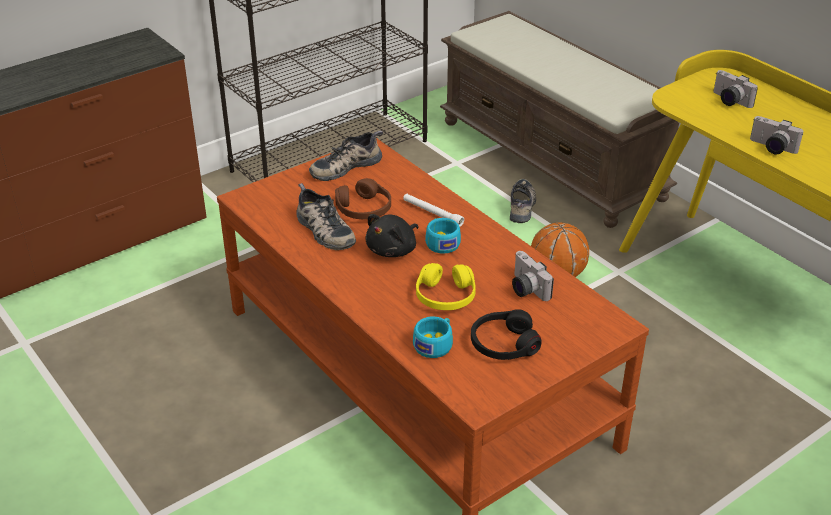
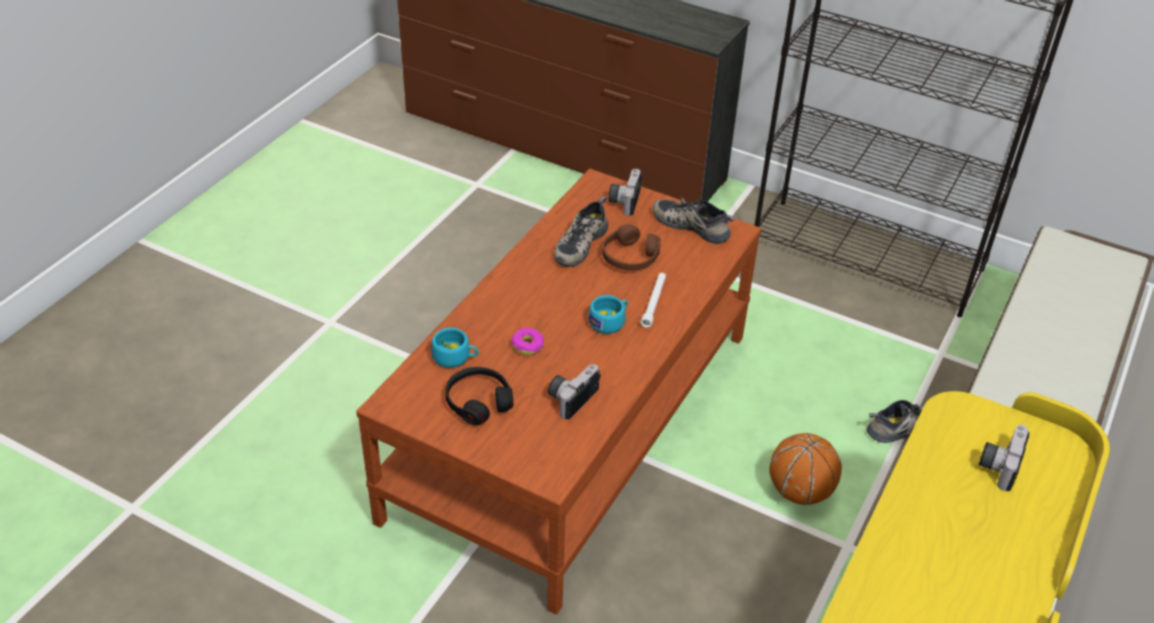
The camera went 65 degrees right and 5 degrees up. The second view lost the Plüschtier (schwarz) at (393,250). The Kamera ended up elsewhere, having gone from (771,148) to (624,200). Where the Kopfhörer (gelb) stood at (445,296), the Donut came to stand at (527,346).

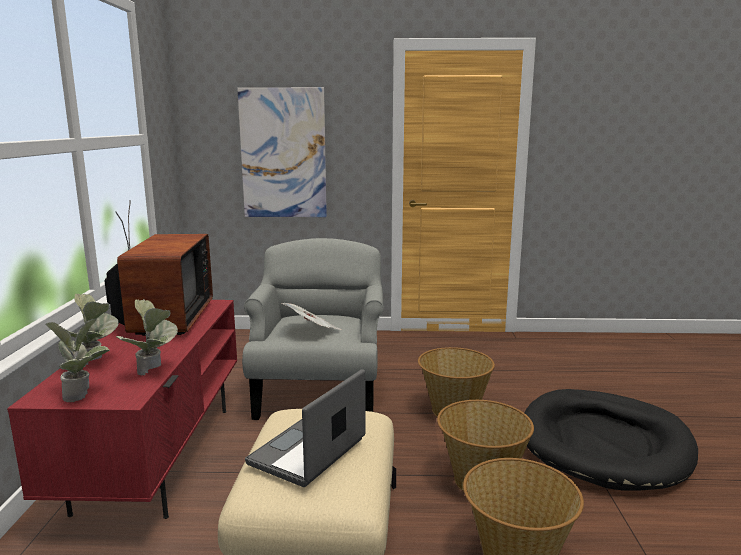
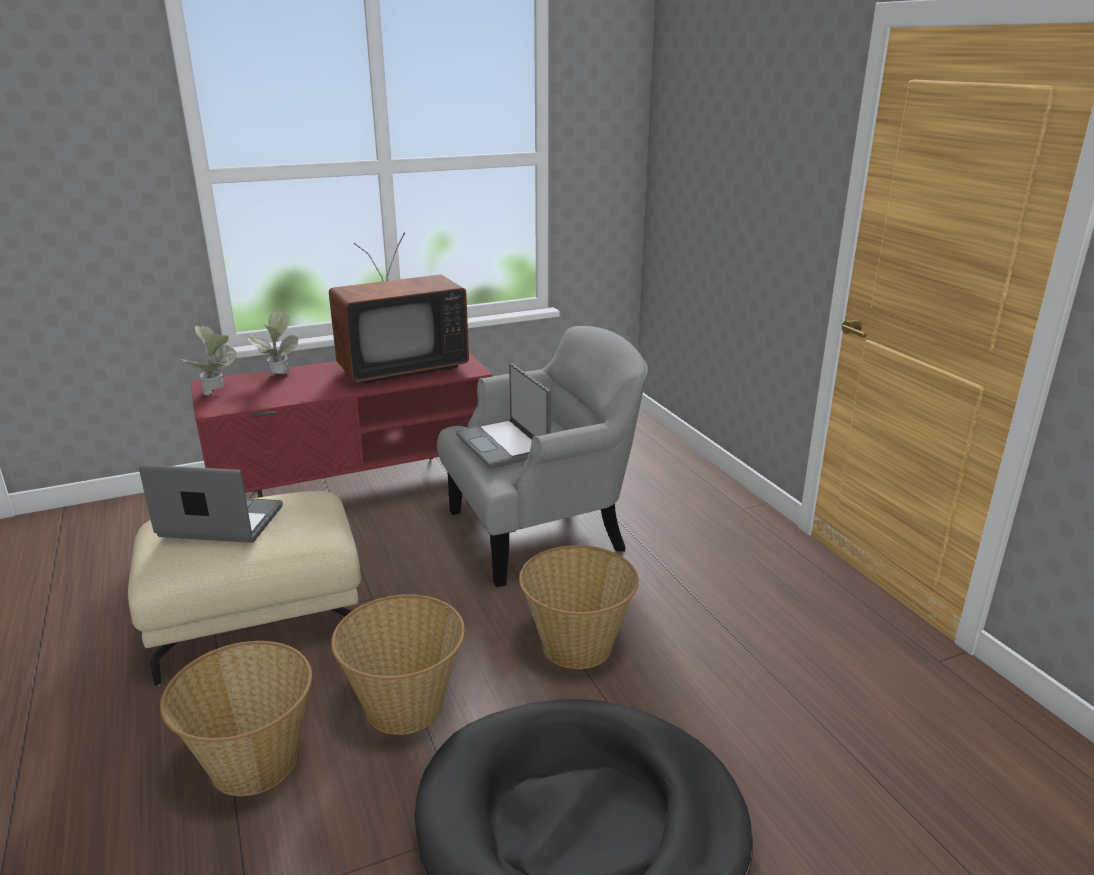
The camera went 65 degrees right and 10 degrees up. The second view lost the Topfpflanze at (154,373). The second view lost the Bild at (283,154). Where the Zeitung stood at (312,331), the Laptop came to stand at (504,445).

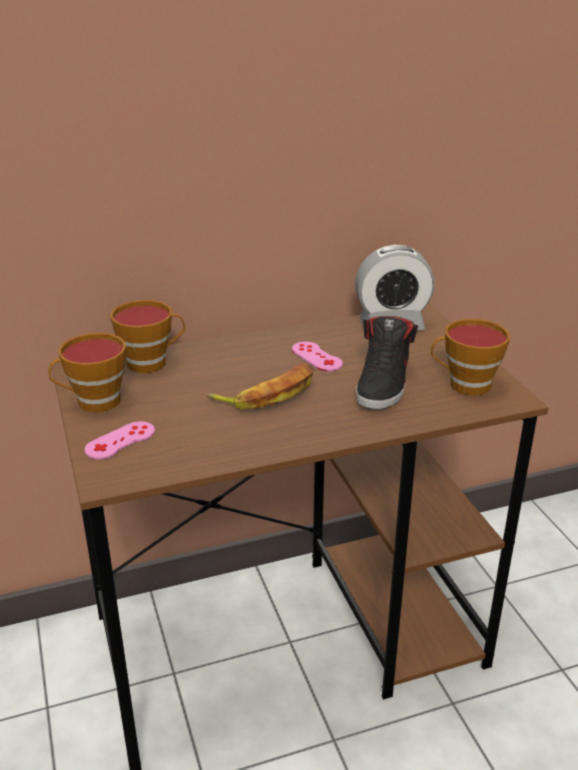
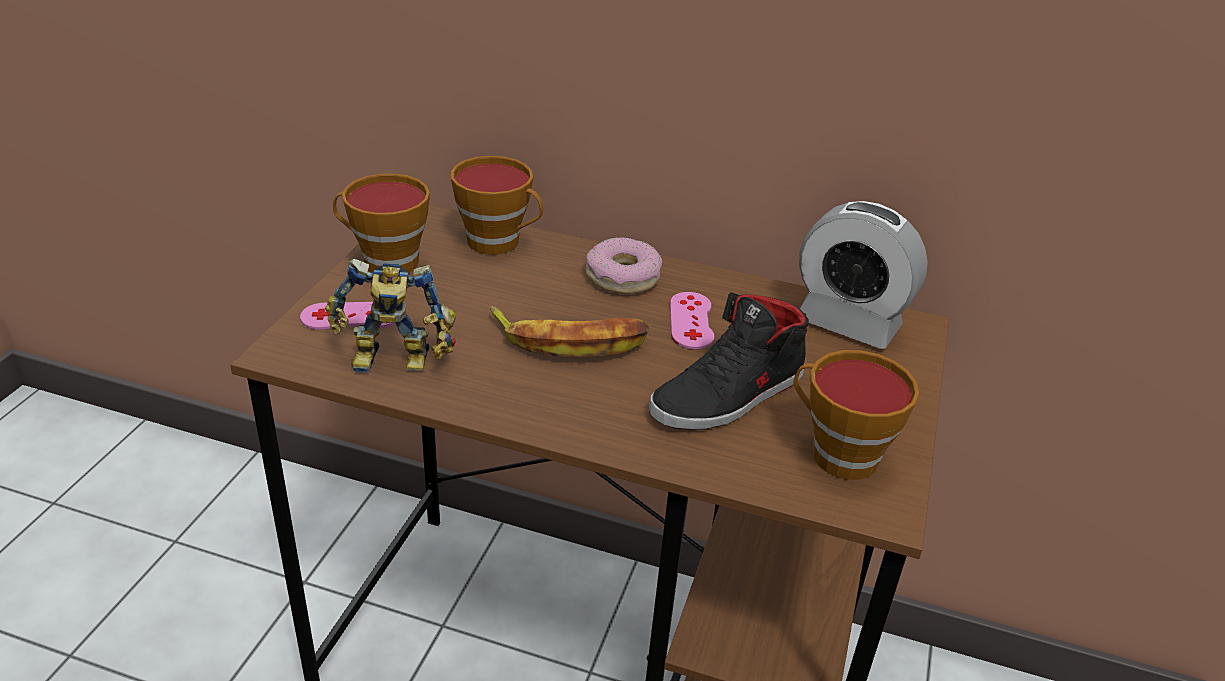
The camera went 35 degrees right and 5 degrees up. The second view gained the Spielzeugroboter at (393,363). The second view gained the Donut at (622,277).

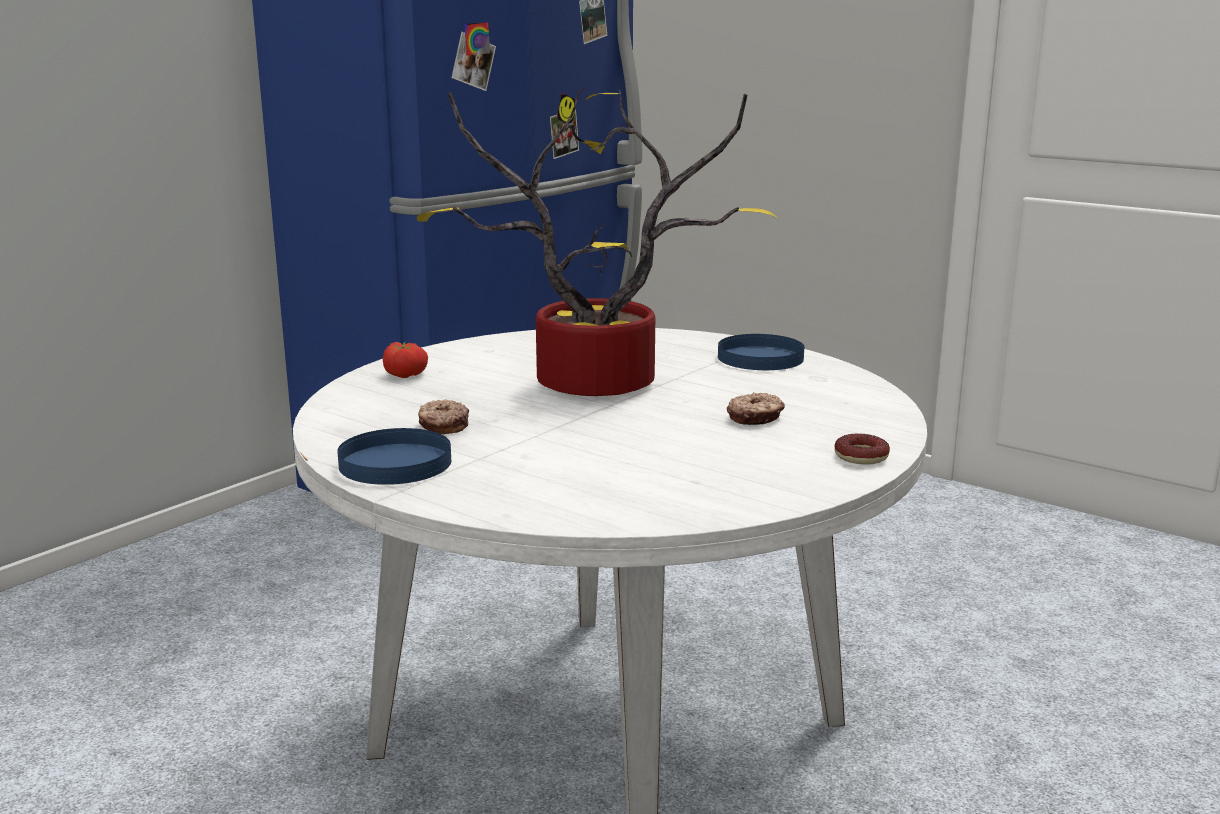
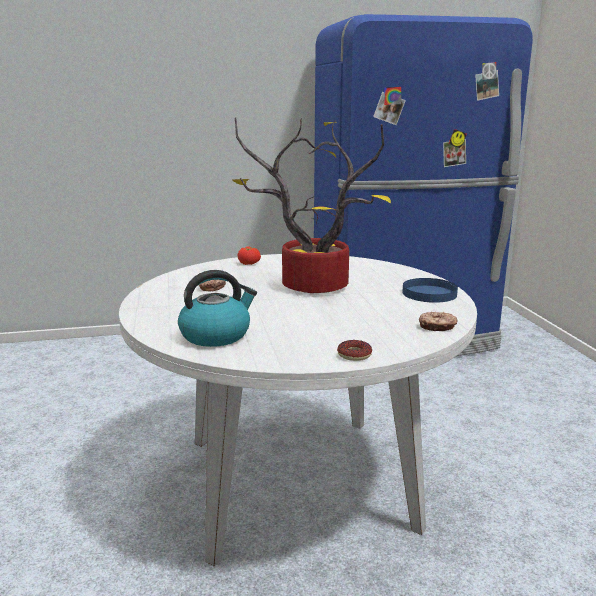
The camera went 40 degrees right and 0 degrees up. The second view lost the Teller (blau) at (396,463). The second view gained the Wasserkessel at (216,335). The Donut ended up elsewhere, having gone from (756,418) to (437,327).

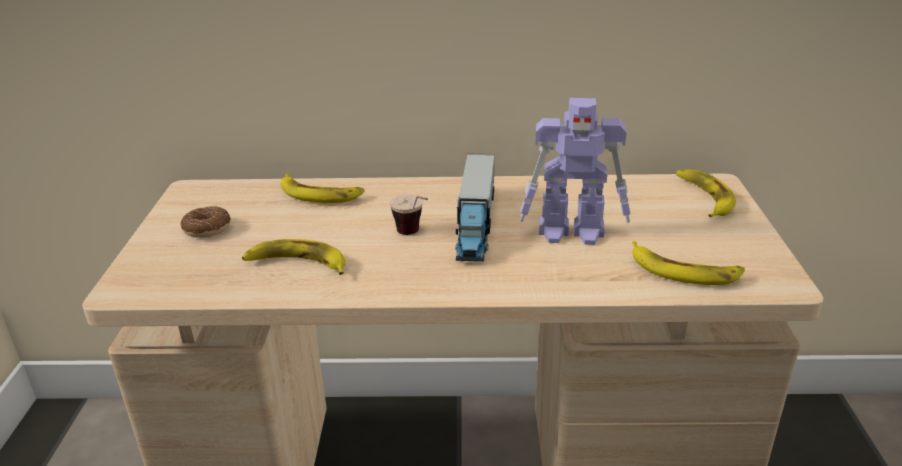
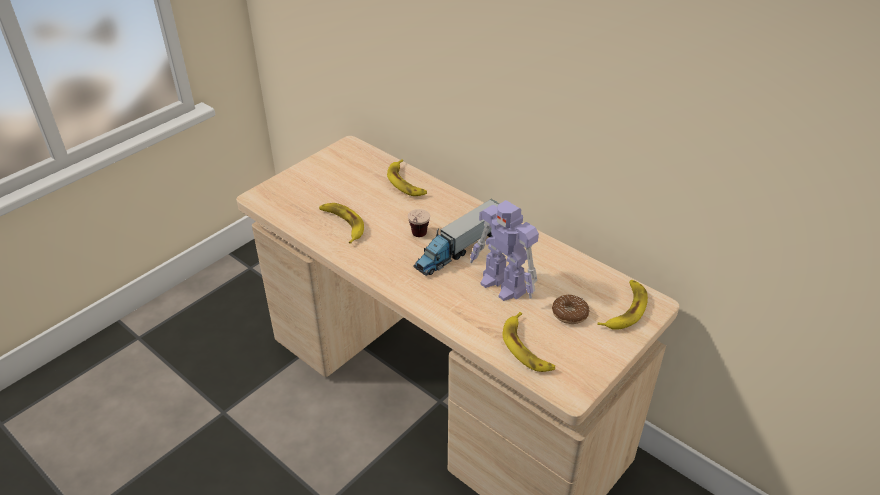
The camera went 40 degrees right and 10 degrees up. The Donut ended up elsewhere, having gone from (207,229) to (570,314).

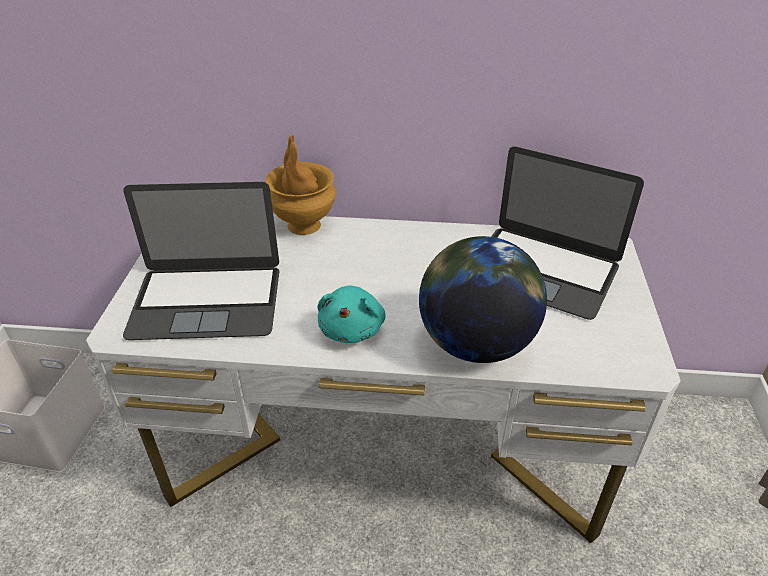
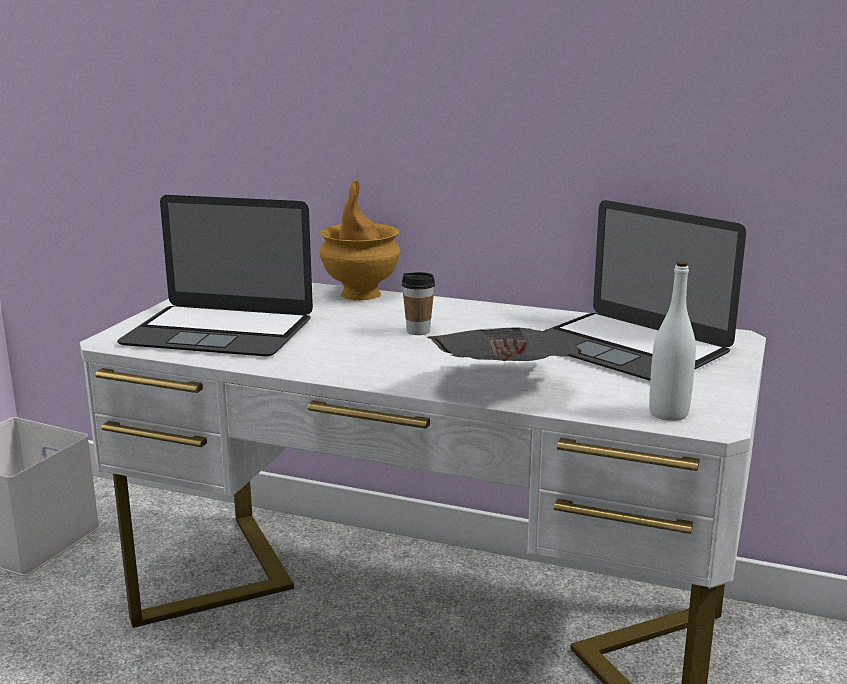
The camera went 15 degrees right and 20 degrees down. The second view lost the Plüschtier (türkis) at (352,329). The second view gained the Tasse at (418,331). The second view gained the Flasche (weiß) at (668,414). Where the Globus stood at (475,343), the Zeitung came to stand at (504,386).

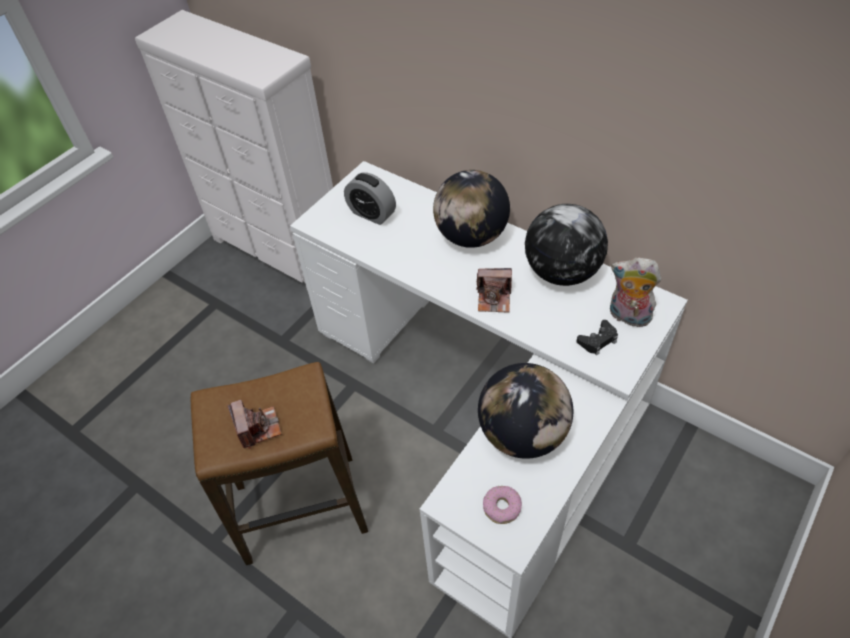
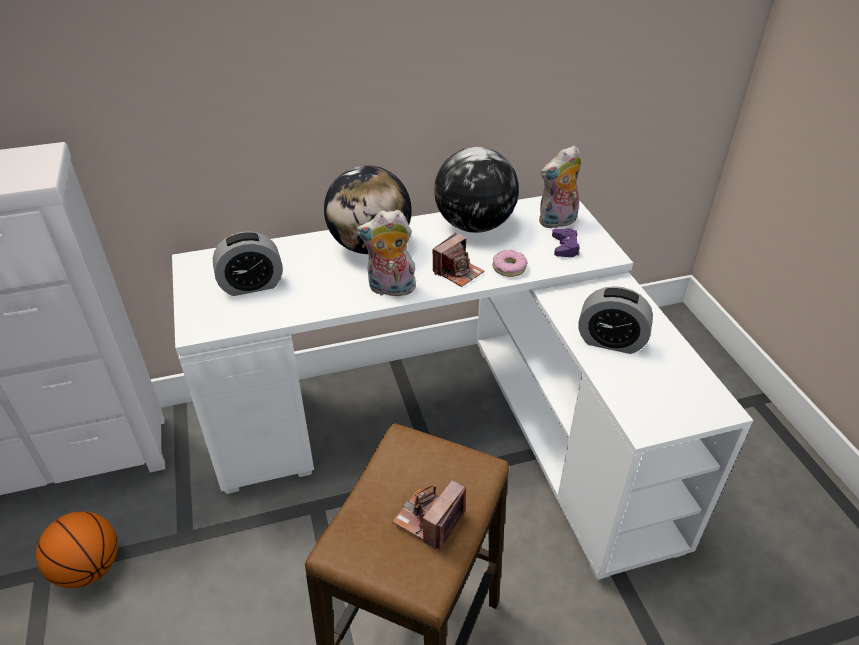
The camera went 55 degrees left and 10 degrees down. The second view gained the Basketball at (89,568). The second view gained the Plüschtier at (390,289). The Donut ended up elsewhere, having gone from (501,507) to (509,268). Where the Globus stood at (522,434), the Wecker came to stand at (611,341). What was the Gamepad (schwarz) at (598,340) turned into the Gamepad (lila) at (565,247). The Kamera at (258,427) ended up facing another way, 75 degrees counterclockwise from before.

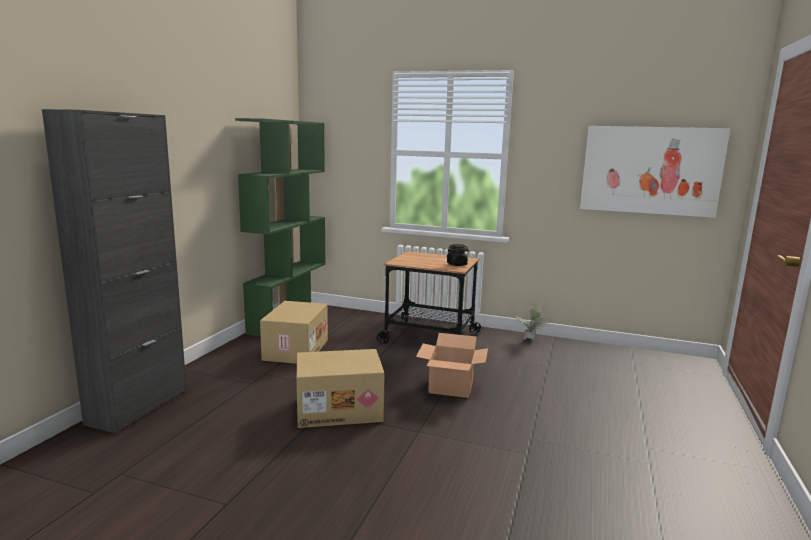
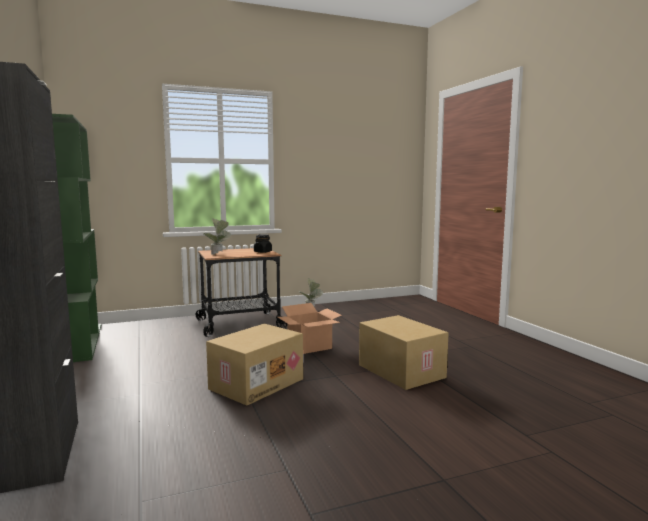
The camera went 40 degrees left and 5 degrees down. The second view lost the Bild at (650,170). The second view gained the Topfpflanze at (219,254). The Karton ended up elsewhere, having gone from (295,349) to (399,371).

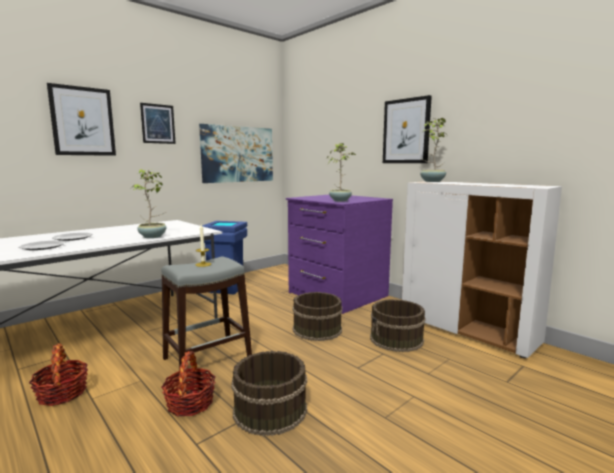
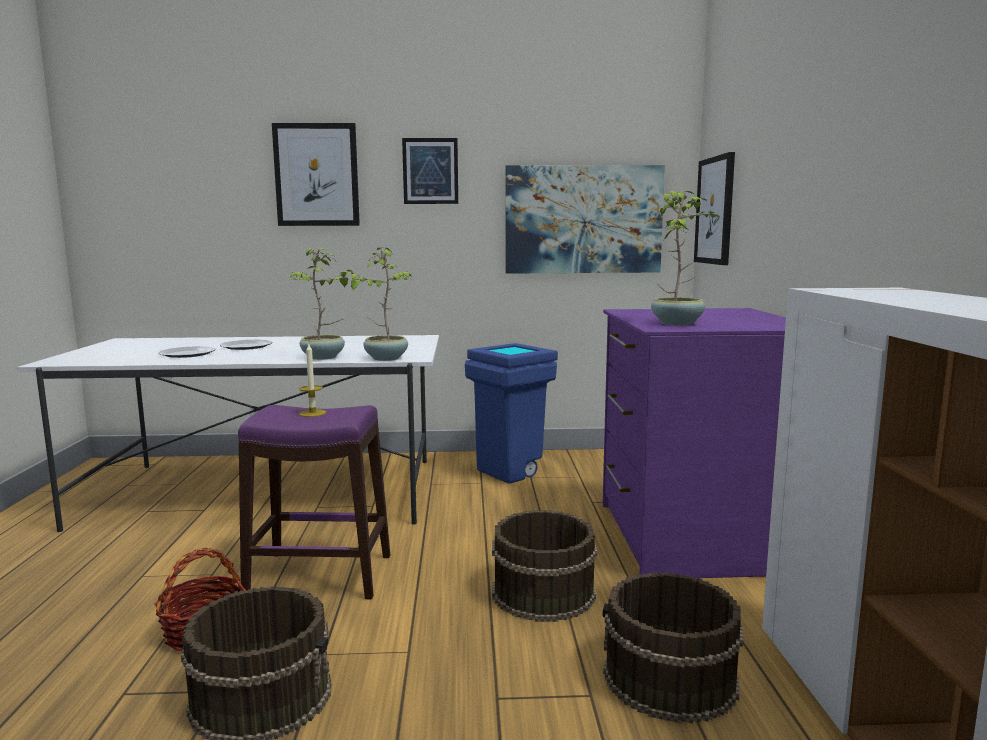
The camera went 40 degrees right and 0 degrees up. The second view lost the Korb at (62,393). The Bild ended up elsewhere, having gone from (406,131) to (715,210). The Topfpflanze ended up elsewhere, having gone from (431,181) to (385,358). What was the Hocker (grau) at (208,358) turned into the Hocker (lila) at (320,575).

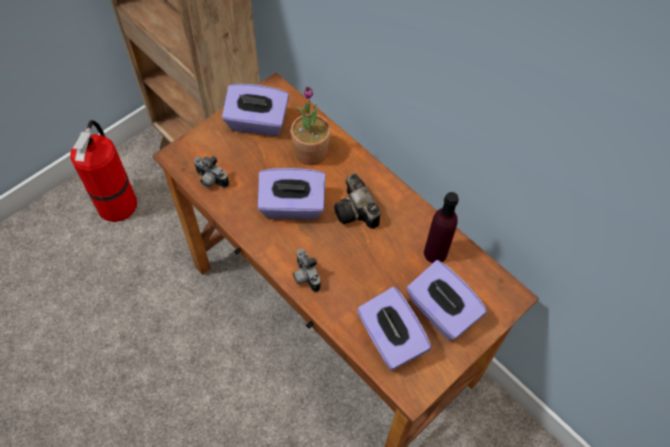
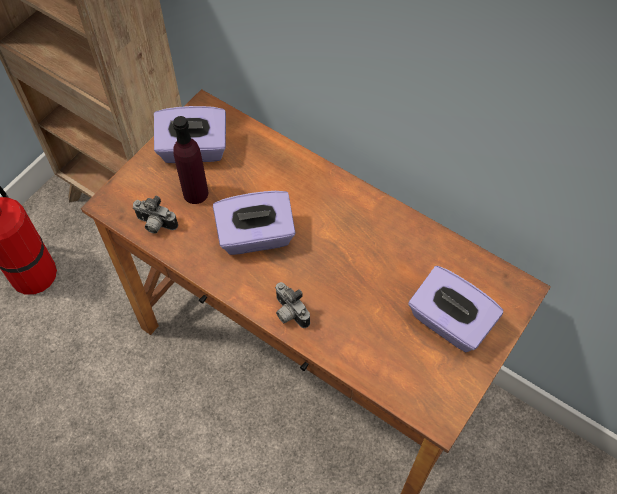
The camera went 10 degrees left and 0 degrees up. The second view lost the Topfpflanze at (311,152). The second view lost the Kamera at (357,212). The second view lost the Taschentuchbox (lila) at (390,339). The Flasche (lila) ended up elsewhere, having gone from (435,253) to (195,193).

